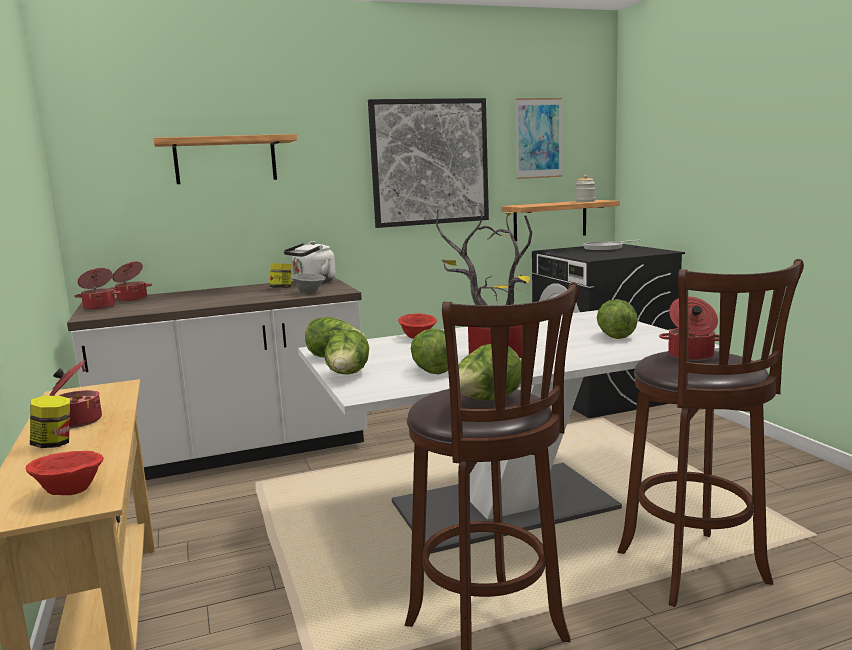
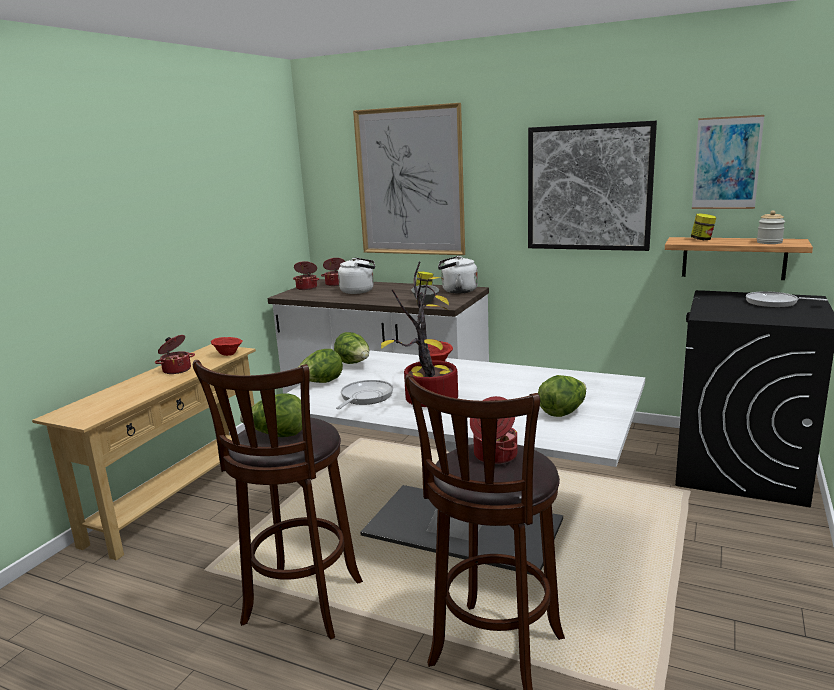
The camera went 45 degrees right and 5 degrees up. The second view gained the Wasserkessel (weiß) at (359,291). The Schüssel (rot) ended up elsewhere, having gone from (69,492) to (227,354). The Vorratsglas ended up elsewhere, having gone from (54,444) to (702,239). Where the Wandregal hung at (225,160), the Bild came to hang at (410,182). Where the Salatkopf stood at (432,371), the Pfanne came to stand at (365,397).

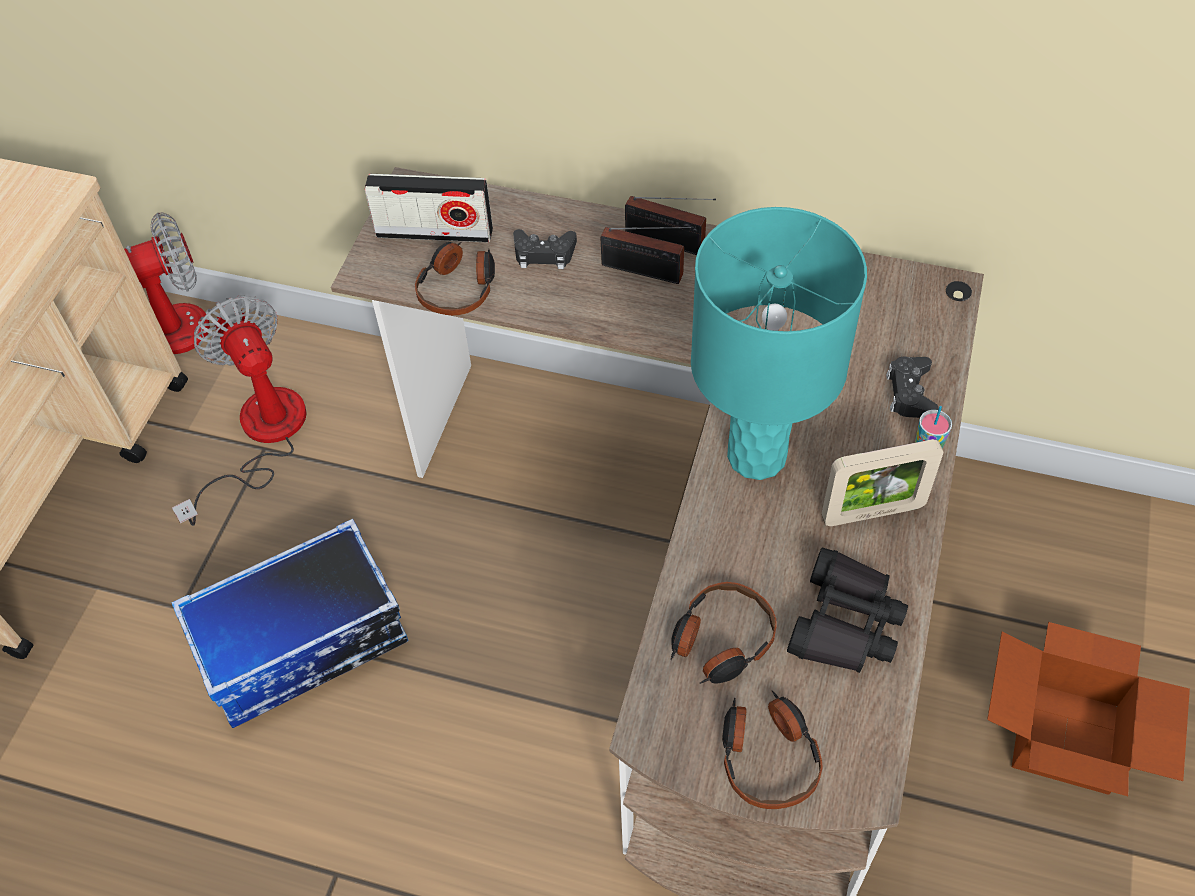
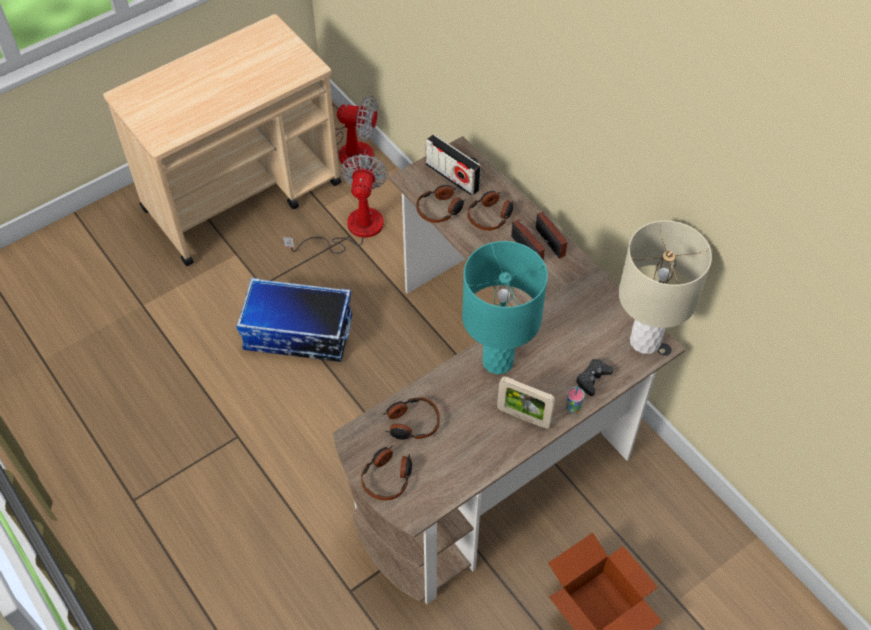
The camera went 35 degrees right and 0 degrees up. The second view lost the Fernglas (schwarz) at (845,623). The second view gained the Tischlampe (beige) at (644,341). Where the Gamepad (schwarz) stood at (544,254), the Kopfhörer came to stand at (490,215).

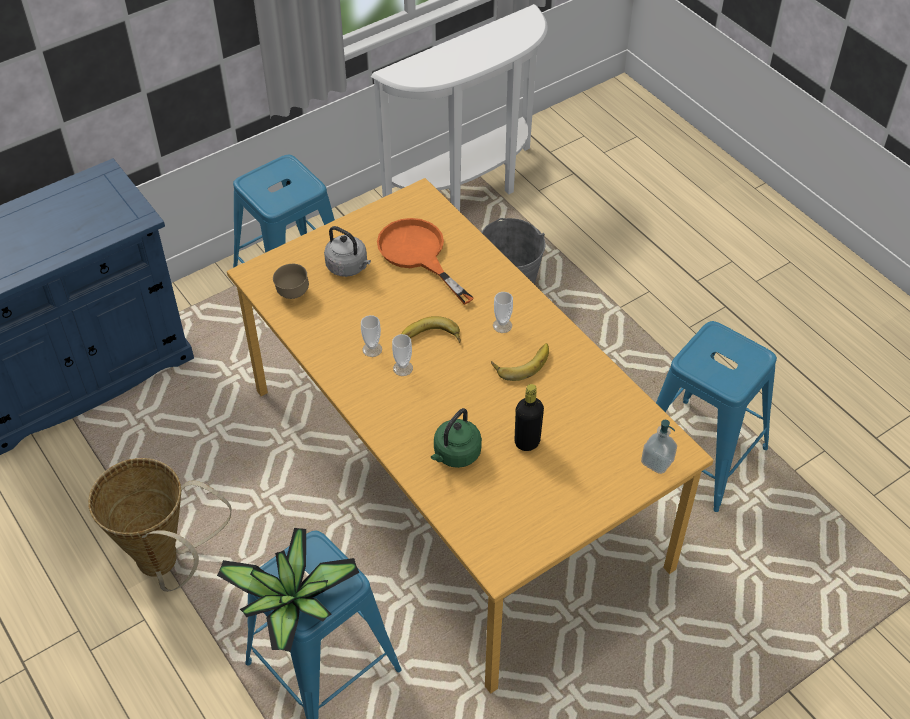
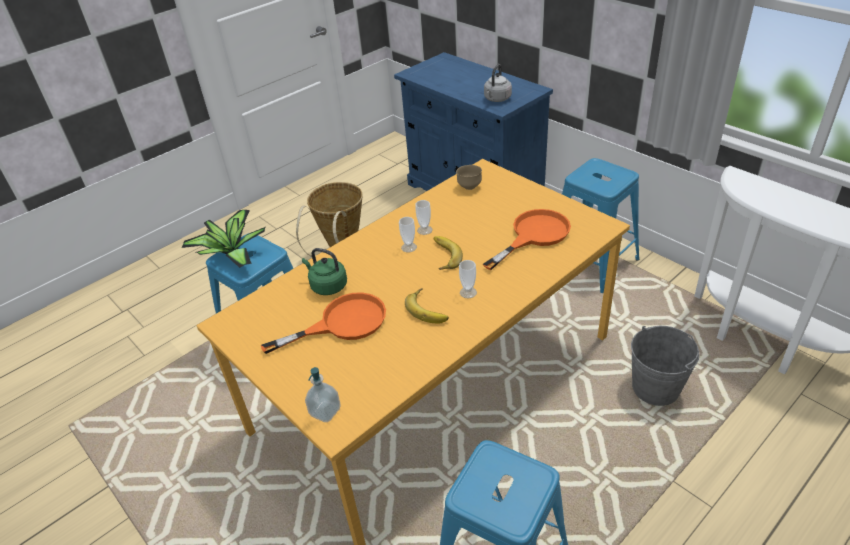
The camera went 85 degrees right and 10 degrees down. The Wasserkessel (grau) ended up elsewhere, having gone from (348,267) to (497,99). Where the Flasche (schwarz) stood at (527,442), the Pfanne (orange) came to stand at (342,323).

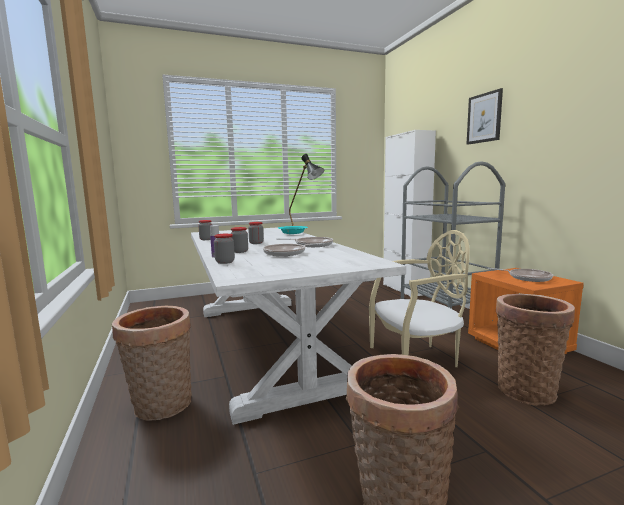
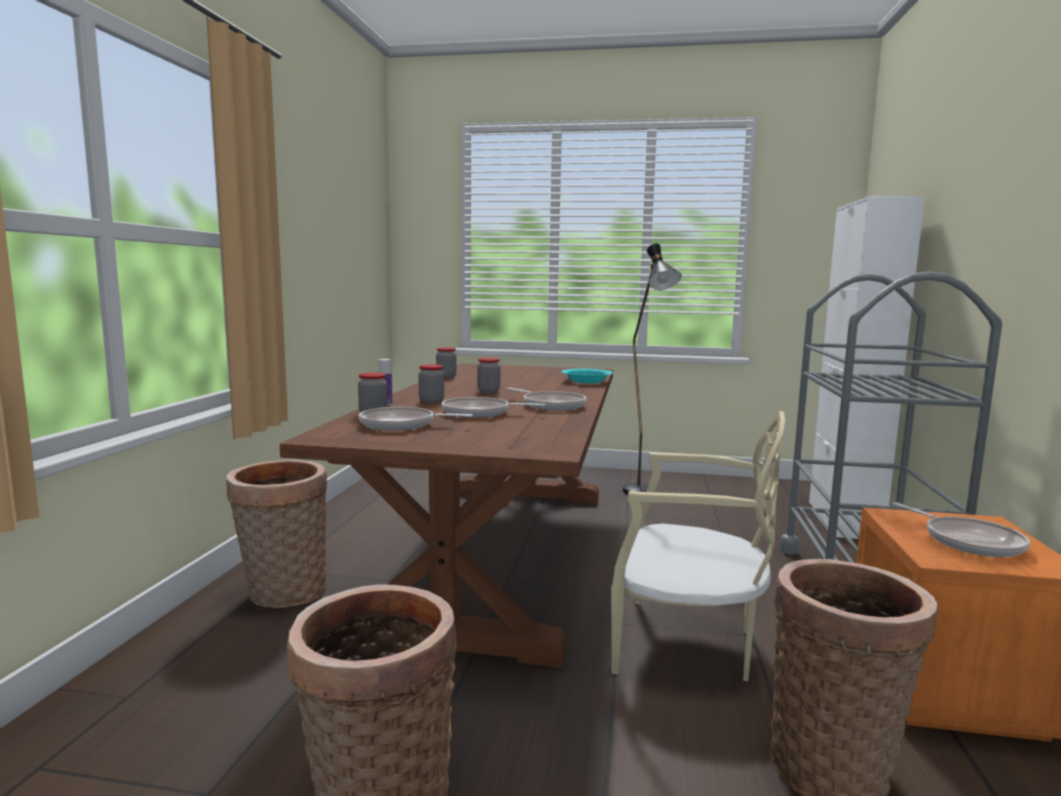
The camera went 30 degrees right and 0 degrees up. The second view lost the Bild at (484,118). The second view gained the Pfanne at (402,425). What was the Esstisch (weiß) at (271,342) turned into the Esstisch (braun) at (498,552).

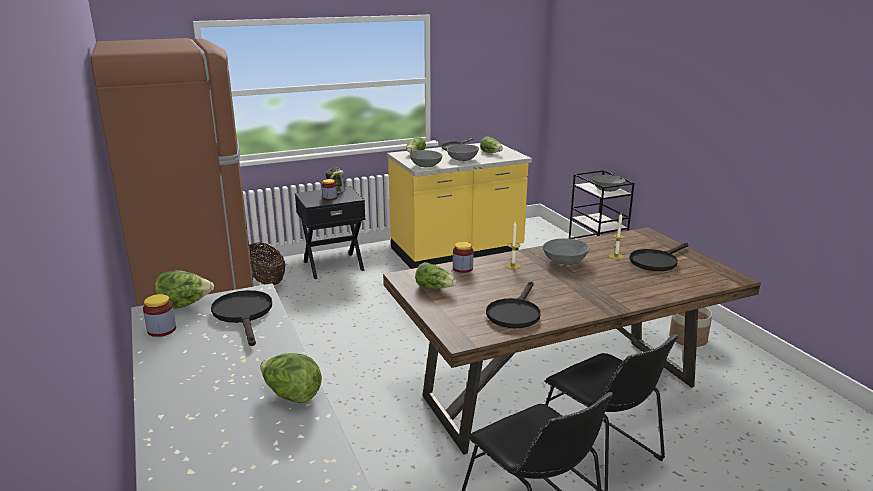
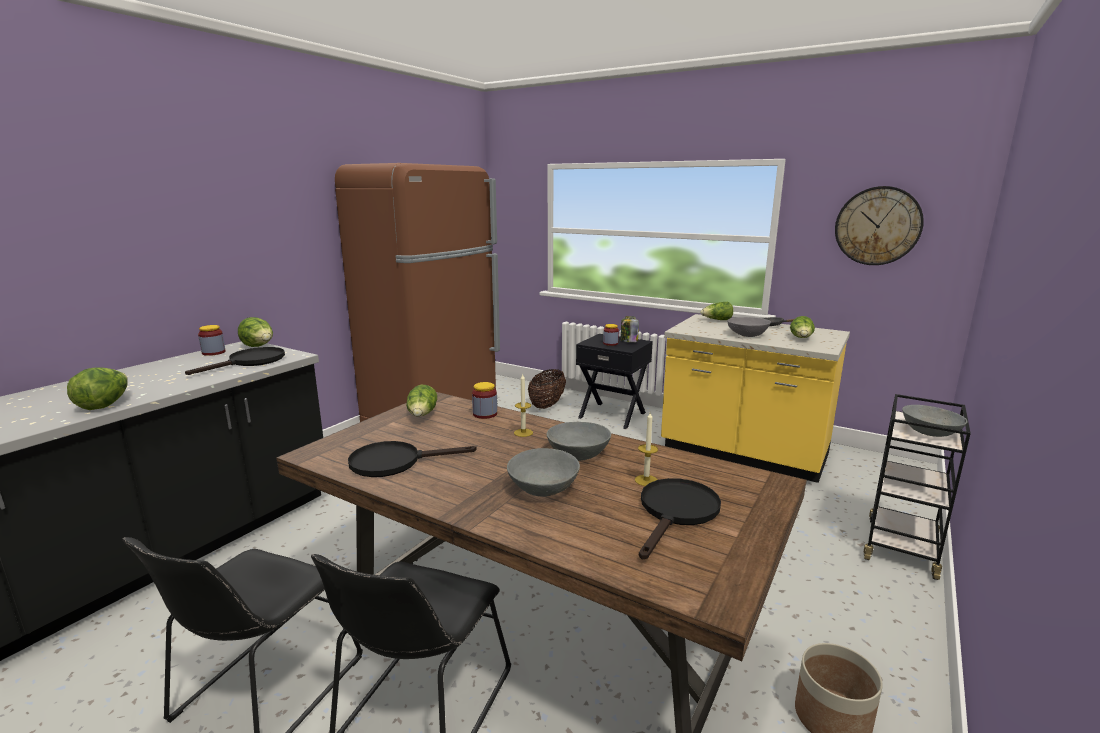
The camera went 55 degrees right and 5 degrees down. The second view gained the Wanduhr at (877,226). The Schüssel (grau) ended up elsewhere, having gone from (425,166) to (543,488). The Pfanne (schwarz) at (656,261) ended up facing another way, 105 degrees clockwise from before.

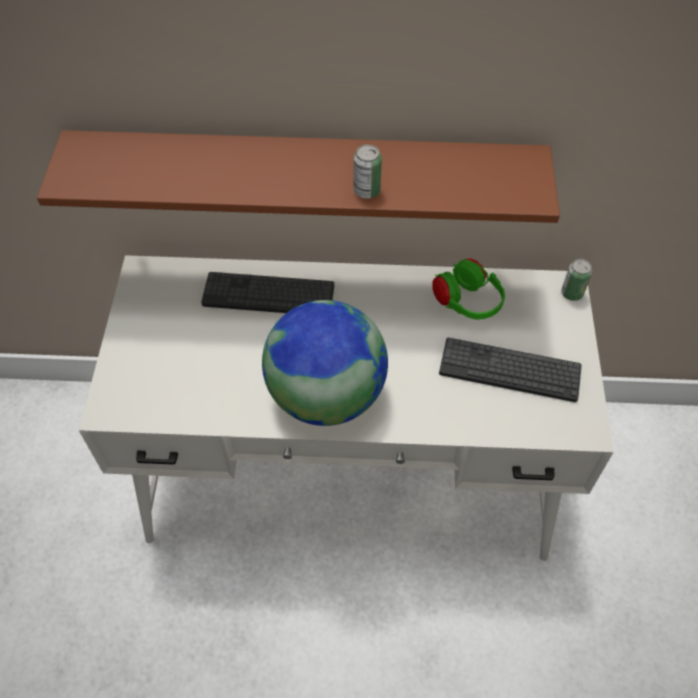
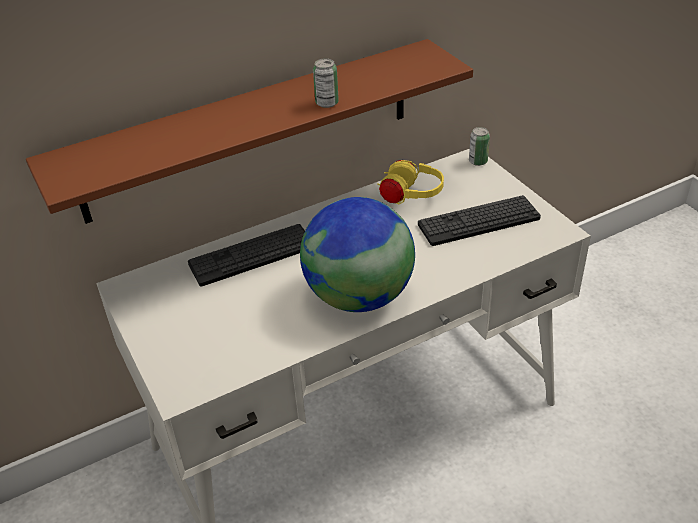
The camera went 30 degrees left and 15 degrees down. What was the Kopfhörer (grün) at (466,303) turned into the Kopfhörer (gelb) at (411,196).

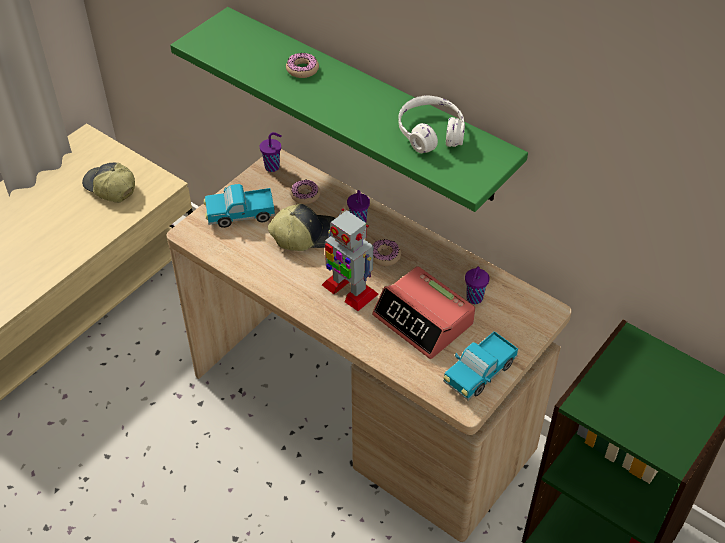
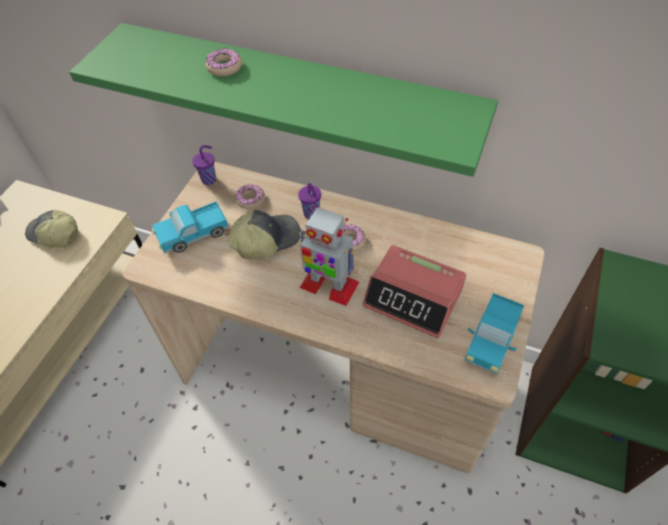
The camera went 15 degrees left and 5 degrees up. The second view lost the Kopfhörer (weiß) at (431,133). The second view lost the Tasse (lila) at (474,299).

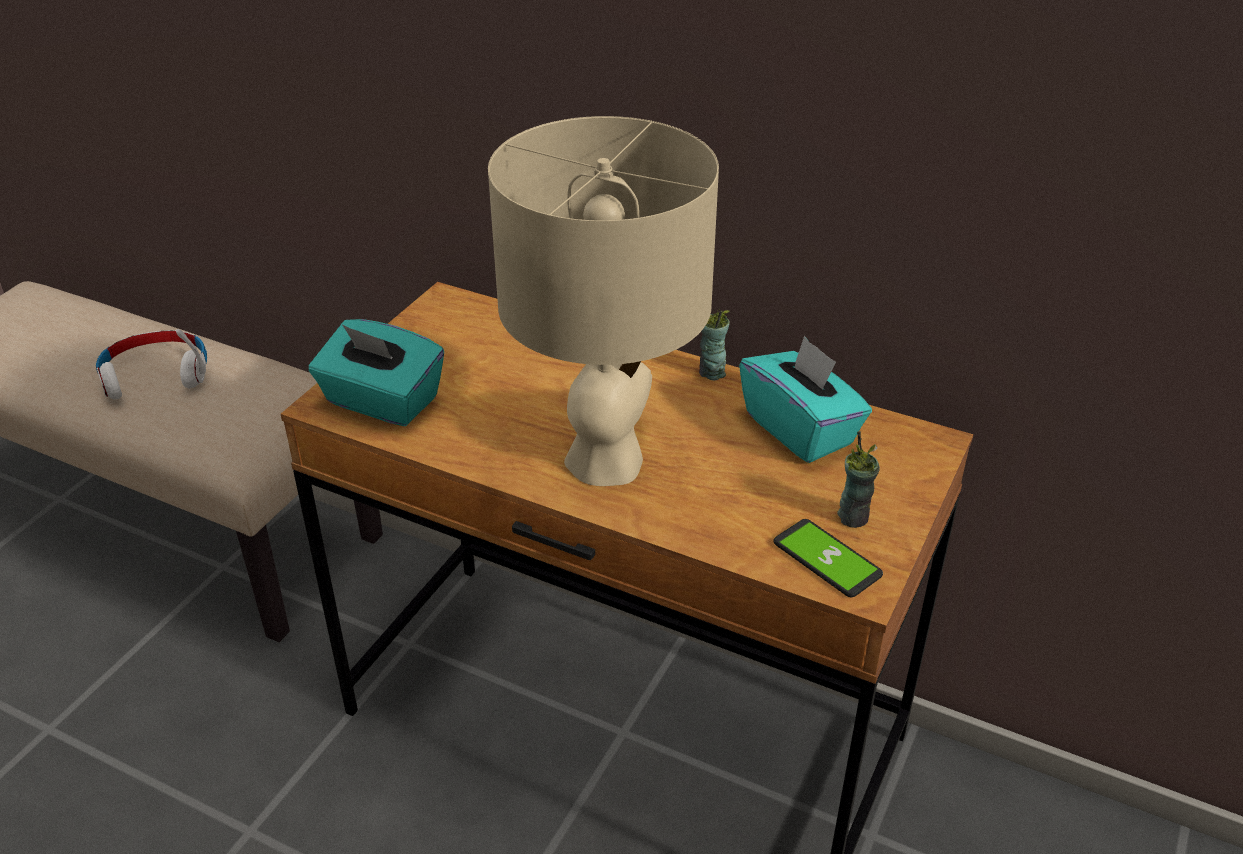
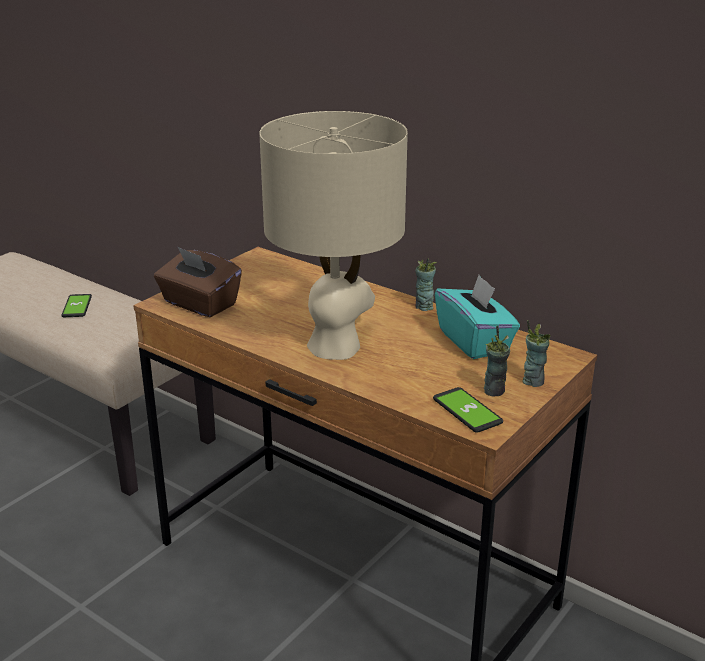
The camera went 10 degrees right and 10 degrees down. The second view gained the Tasse at (533,381). Where the Kopfhörer (weiß) stood at (156,375), the Handy came to stand at (77,306). What was the Taschentuchbox (türkis) at (381,402) turned into the Taschentuchbox (braun) at (199,304).

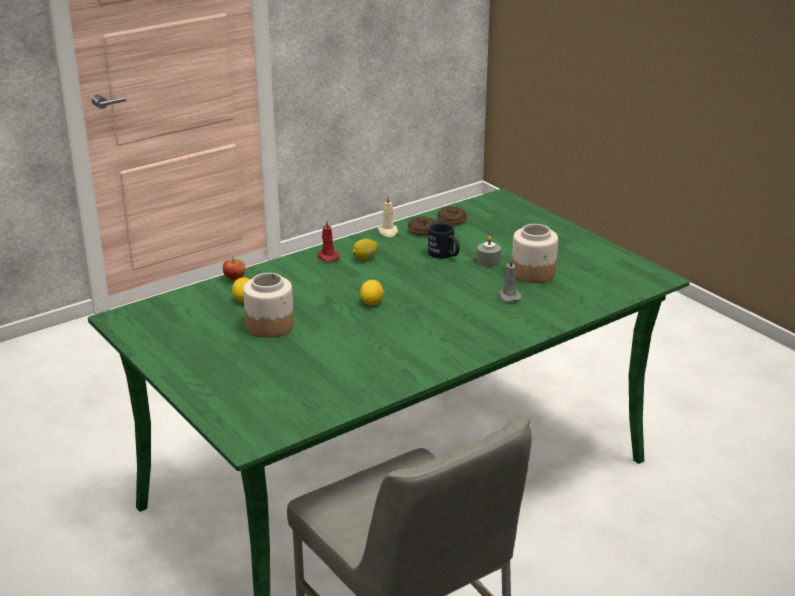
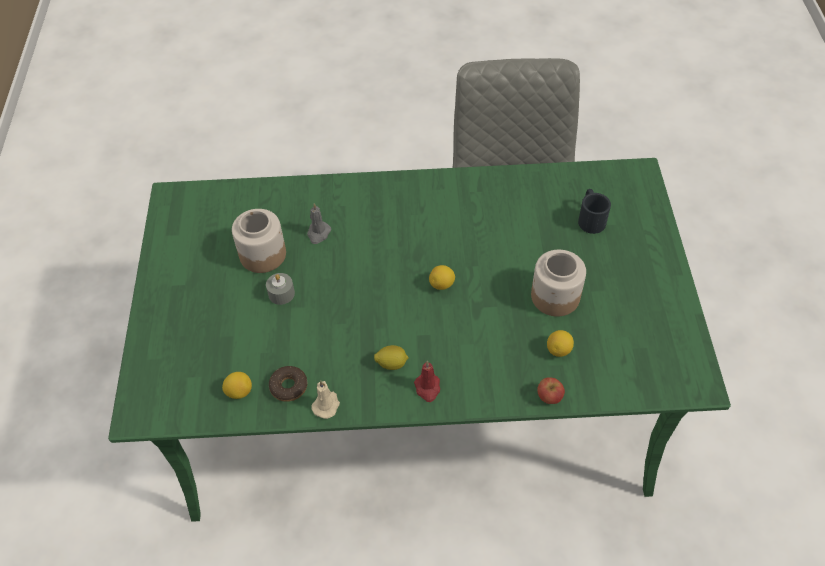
The camera went 145 degrees left and 25 degrees up. The Henkelbecher (schwarz) ended up elsewhere, having gone from (444,255) to (590,218). Where the Donut stood at (451,220), the Zitrone came to stand at (239,392).

